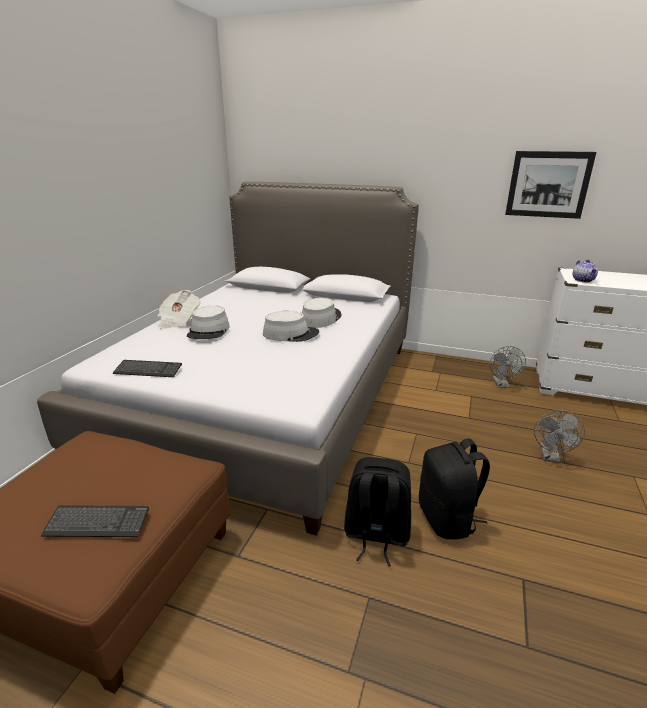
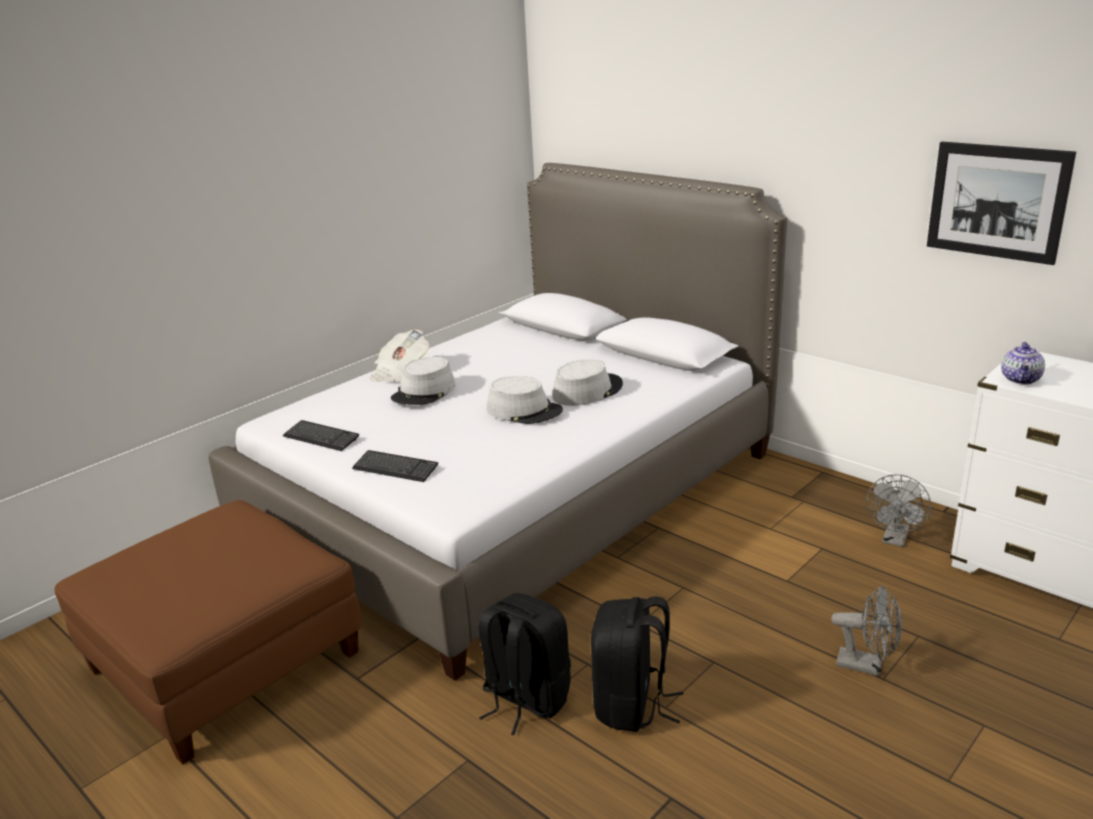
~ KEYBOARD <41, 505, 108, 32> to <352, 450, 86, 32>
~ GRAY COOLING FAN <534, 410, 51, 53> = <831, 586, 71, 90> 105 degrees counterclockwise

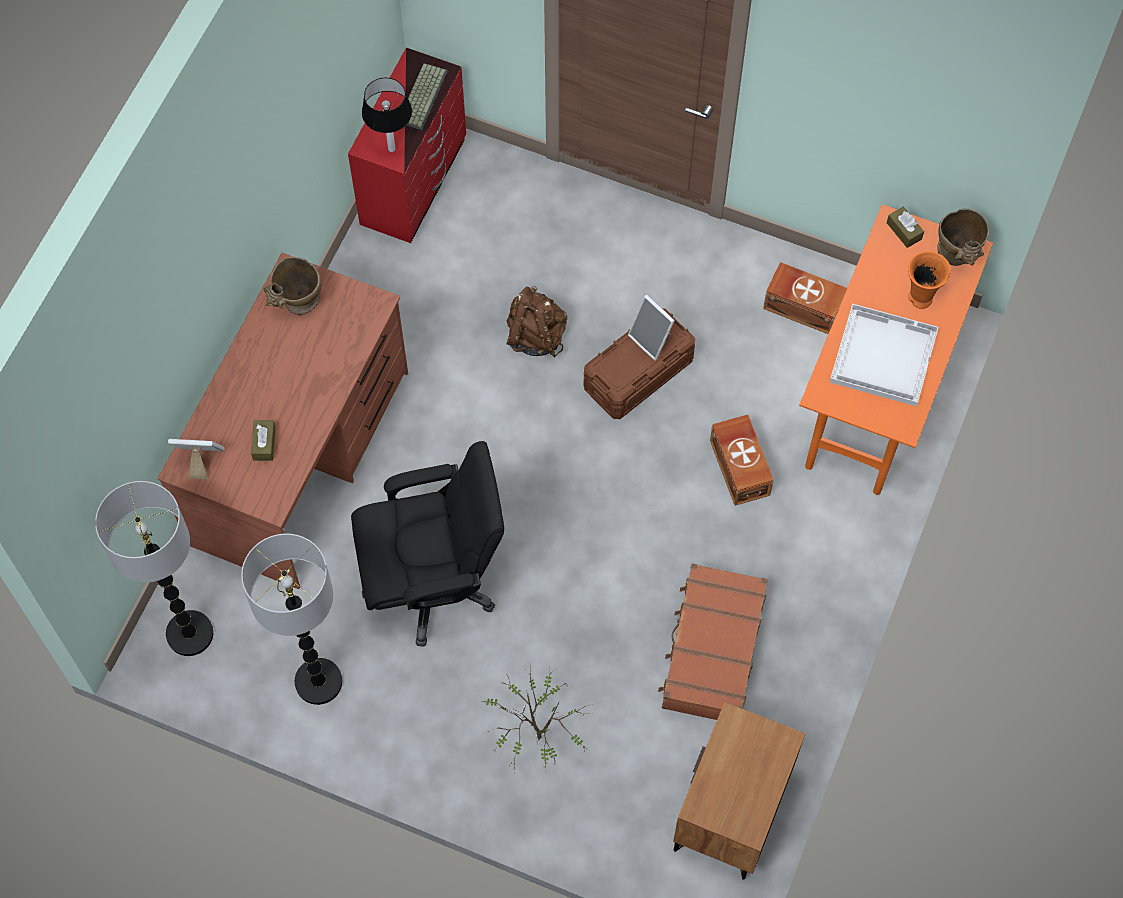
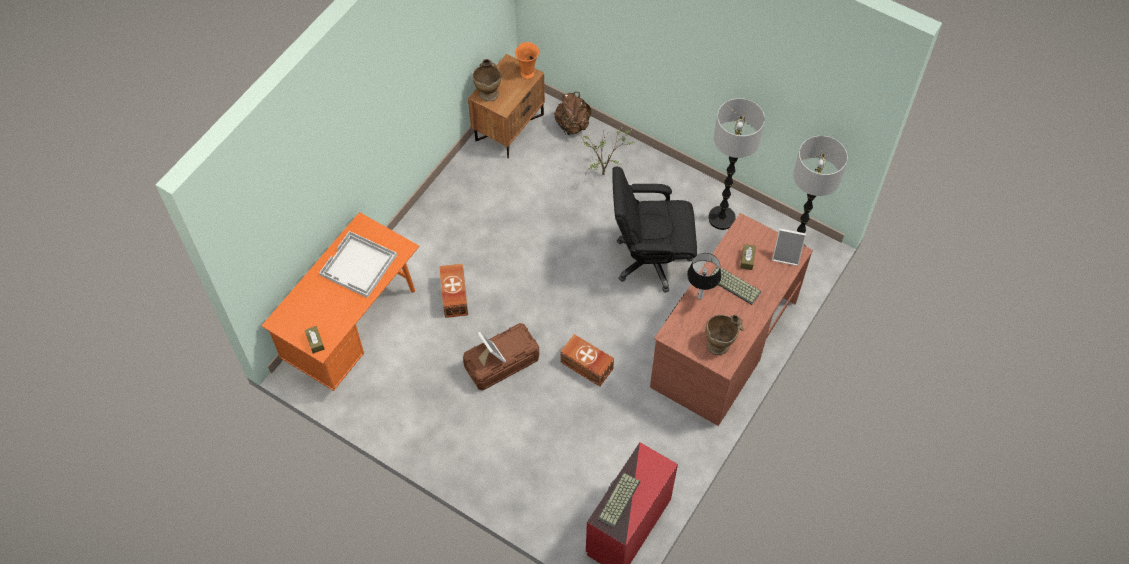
- BROWN SUITCASE <658, 563, 110, 157>
+ KEYBOARD <710, 267, 52, 38>
~ LAMP FOR A TABLE <362, 78, 50, 74> to <687, 253, 34, 47>
~ BROWN RUCKSACK <506, 285, 61, 73> to <554, 92, 37, 44>
~ BROWN STORAGE BIN <763, 262, 84, 72> to <560, 334, 54, 52>
~ ORANGEY FLOWER VASE <908, 251, 43, 58> to <515, 42, 24, 37>
~ BEIGE-COLOURED FLOWER VASE <937, 208, 52, 58> to <472, 59, 29, 42>

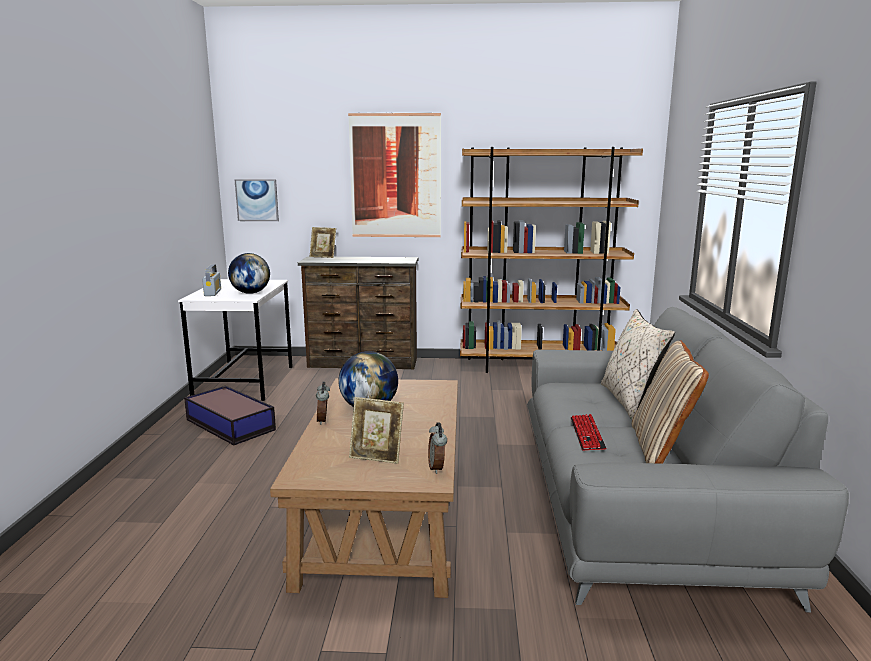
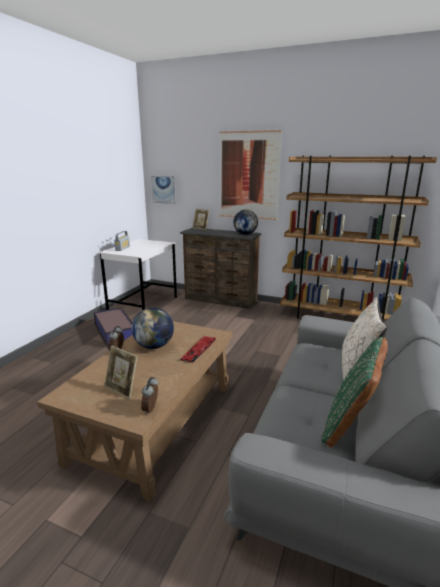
~ GLOBE <228, 253, 42, 41> to <233, 210, 25, 25>
~ KEYBOARD <571, 414, 35, 36> to <180, 336, 36, 27>
~ BEIGE-COLOURED CUSHION <632, 340, 77, 124> to GREENISH CUSHION <321, 337, 67, 111>

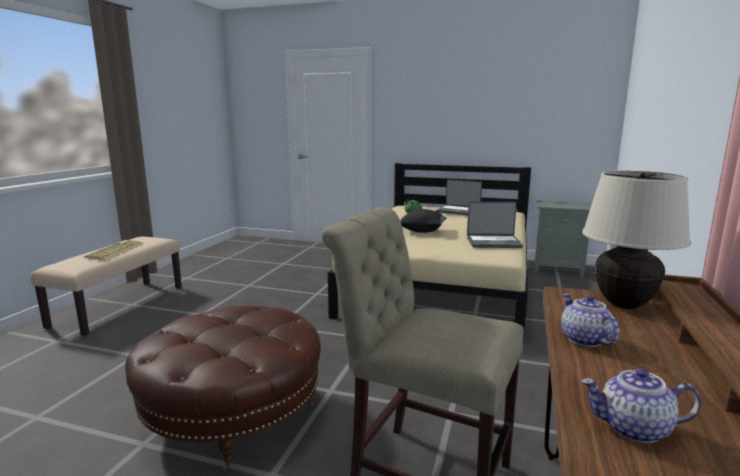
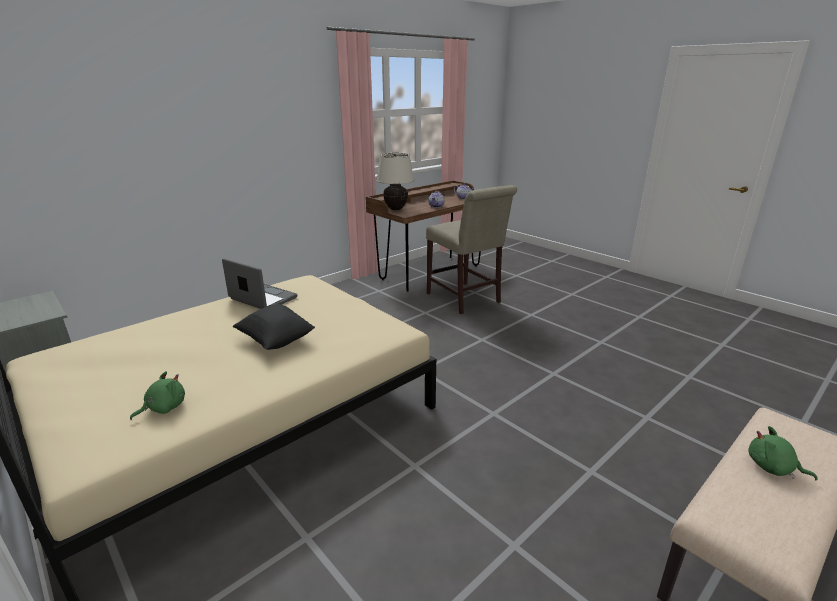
- BROWN POUFFE <125, 306, 196, 165>
- PORTABLE COMPUTER <436, 179, 46, 36>
~ KEYBOARD <84, 240, 59, 20> to GREENISH PLUSH TOY <748, 426, 70, 54>

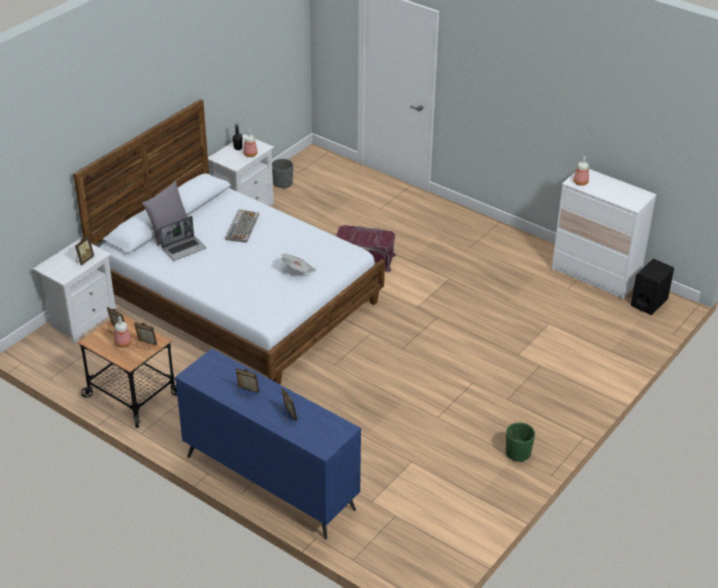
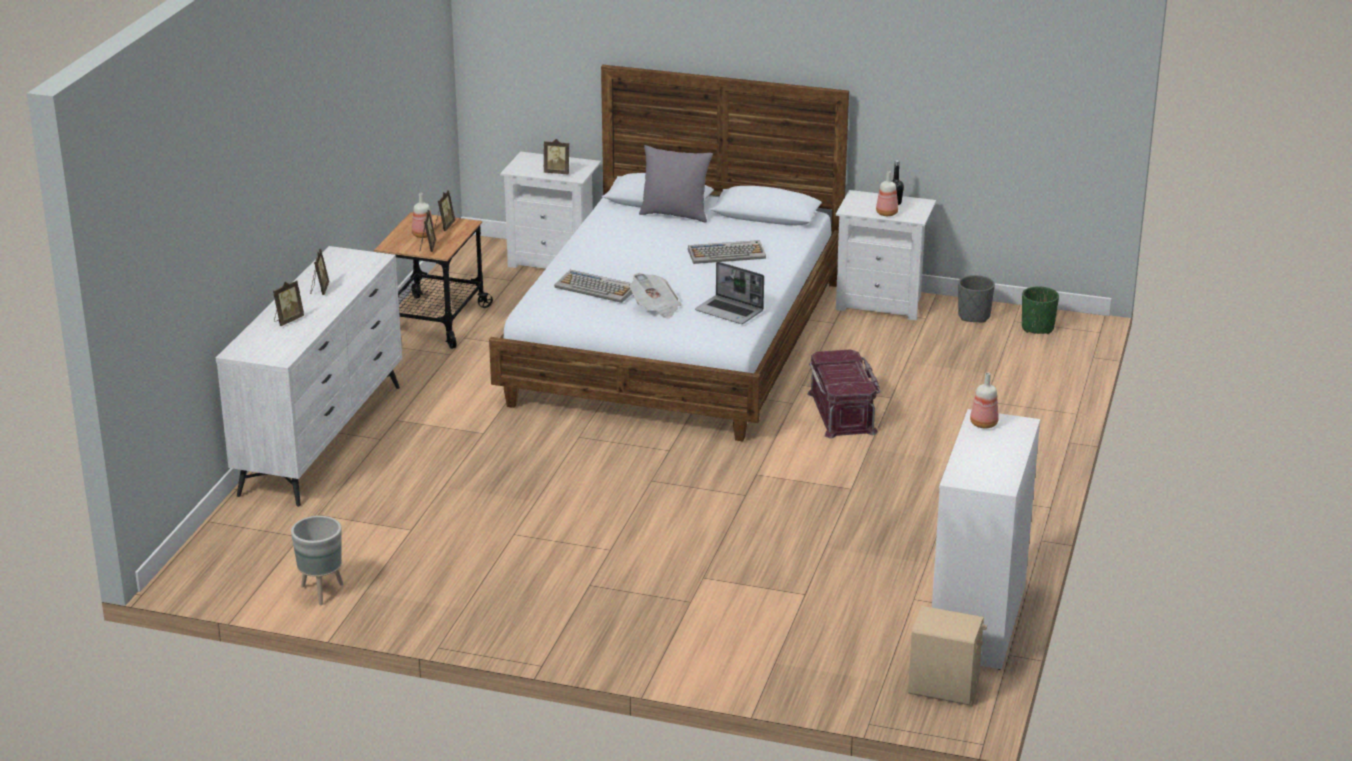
+ GRAY PLANT POT <291, 516, 52, 89>
+ KEYBOARD <554, 270, 78, 33>
~ PORTABLE COMPUTER <160, 216, 46, 44> to <695, 261, 69, 63>
~ GREENISH PLANT POT <506, 422, 29, 40> to <1022, 286, 37, 48>
~ BLUE CHEST OF DRAWERS <175, 349, 186, 191> to WHITE CHEST OF DRAWERS <216, 246, 186, 261>
~ BLACKISH LOUDSPEAKER <631, 259, 43, 56> to BEIGE-COLOURED LOUDSPEAKER <908, 606, 79, 99>

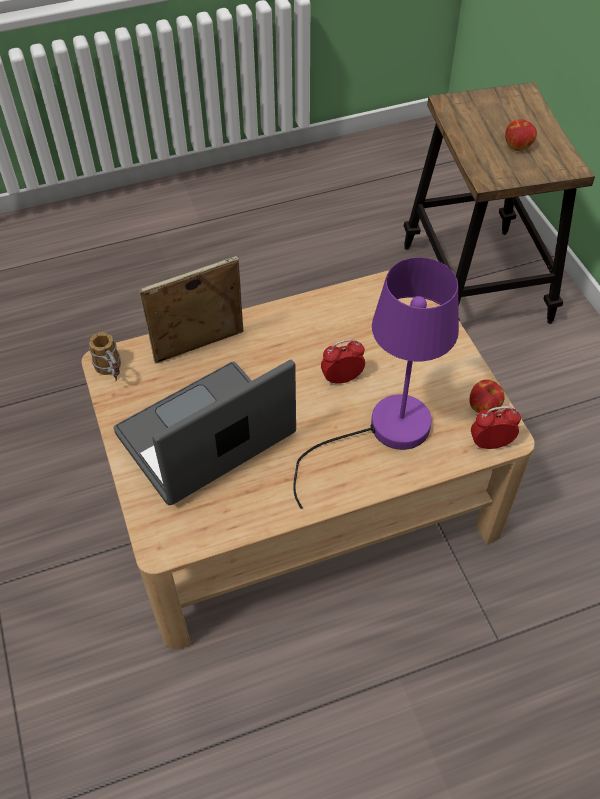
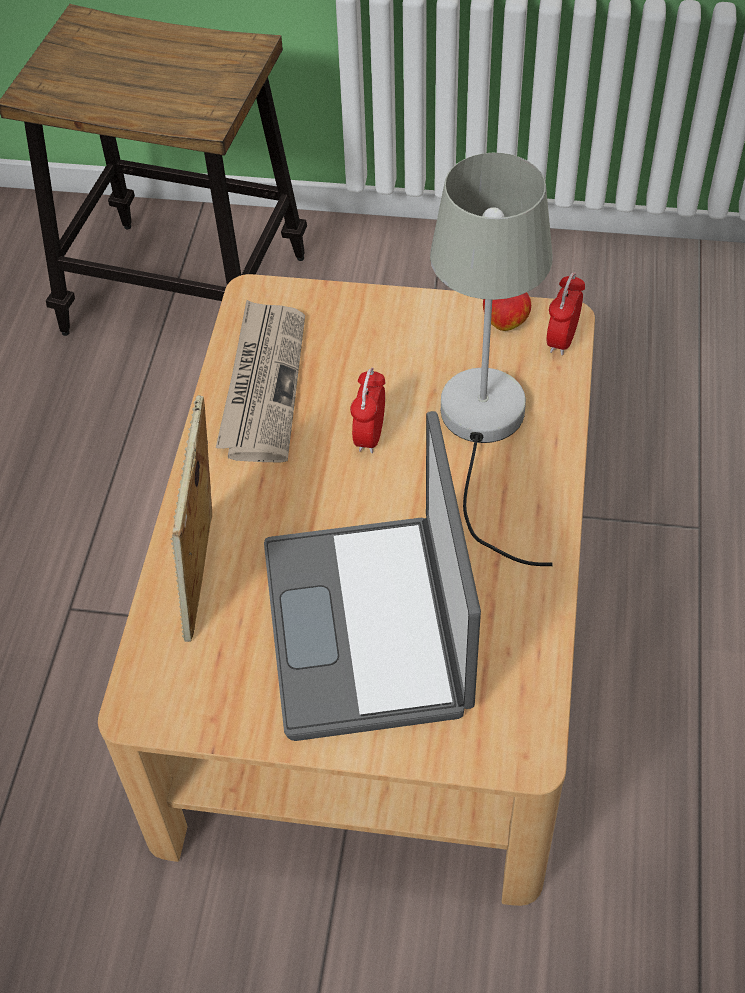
- TEA MUG <89, 332, 32, 49>
- WHOLE APPLE <505, 119, 32, 32>
+ NEWSPAPER <216, 300, 89, 162>
~ PURPLE LAMP FOR A TABLE <293, 257, 166, 252> to GRAY LAMP FOR A TABLE <430, 153, 123, 413>

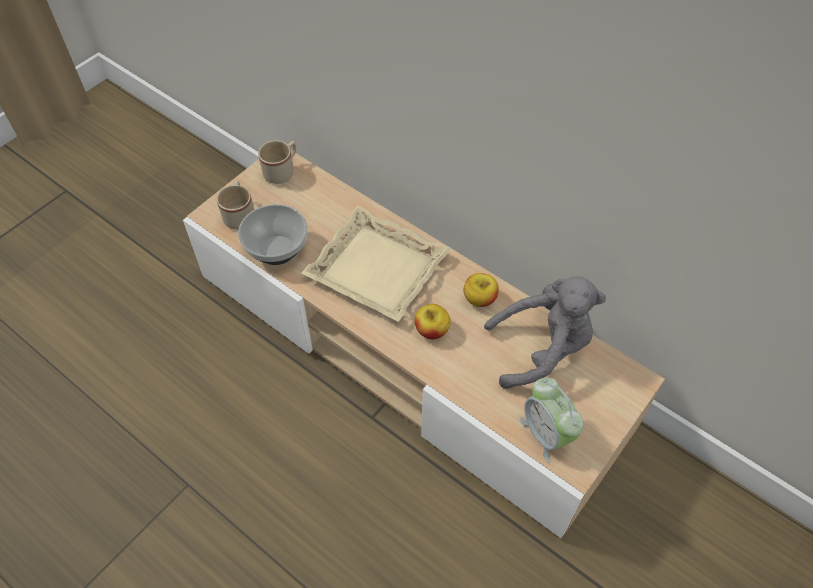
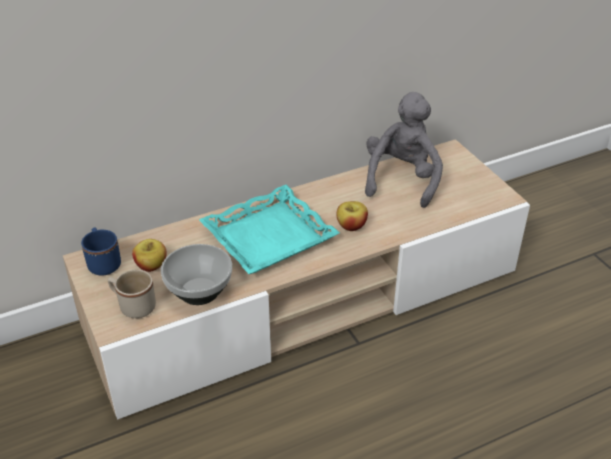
- TABLE CLOCK <520, 378, 64, 85>
~ WHOLE APPLE <464, 273, 35, 34> to <132, 239, 35, 33>
~ BEIGE-COLOURED TEA MUG <258, 140, 38, 44> to BLUE TEA MUG <81, 228, 40, 48>
~ BEIGE-COLOURED TRAY <302, 206, 149, 116> to TURQUOISE-COLOURED TRAY <199, 184, 141, 90>

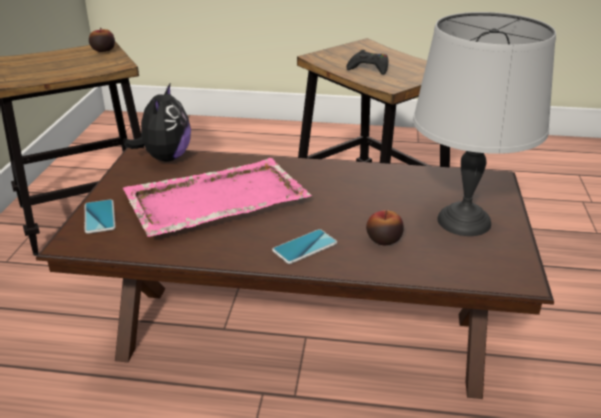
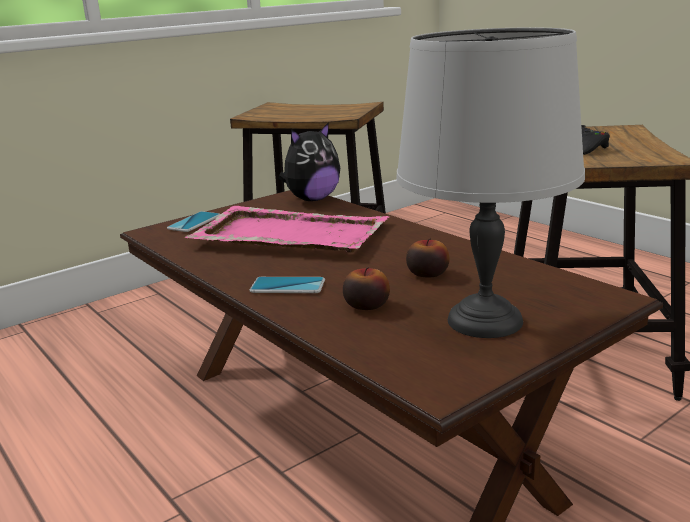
~ WHOLE APPLE <89, 28, 26, 24> to <406, 238, 44, 40>

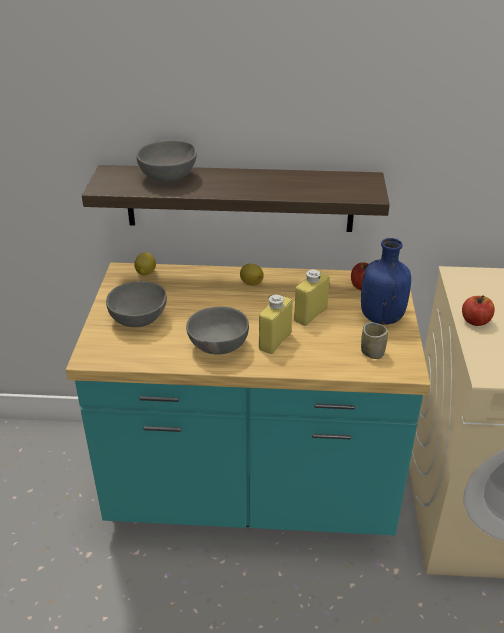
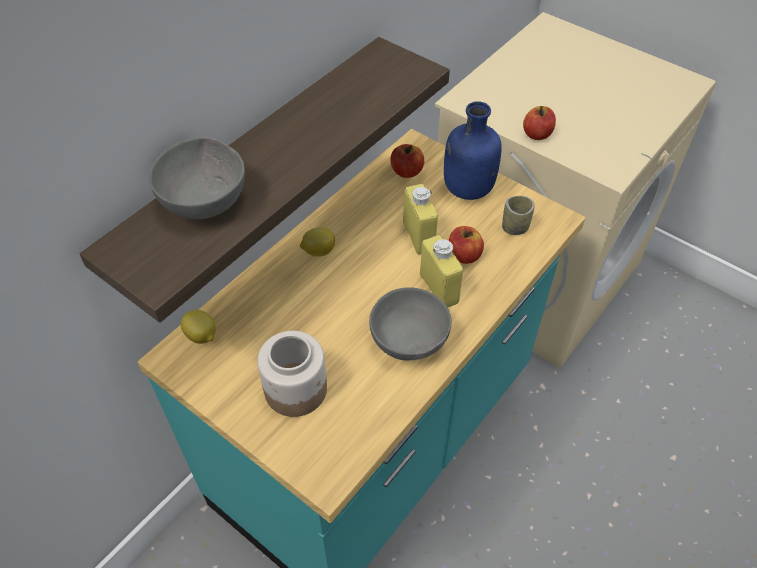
+ WHOLE APPLE <449, 226, 35, 38>
~ GRAY DEEP DISH <106, 281, 61, 46> to PRESERVE JAR <257, 331, 70, 86>

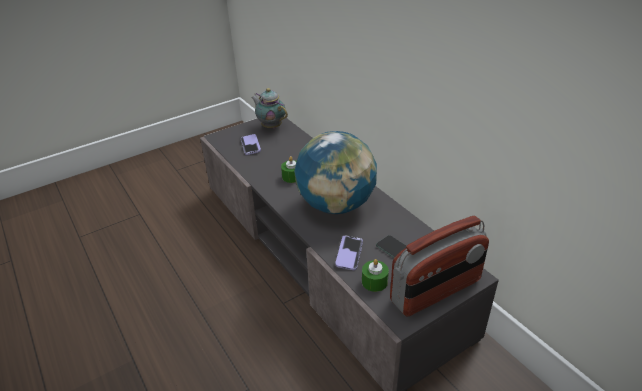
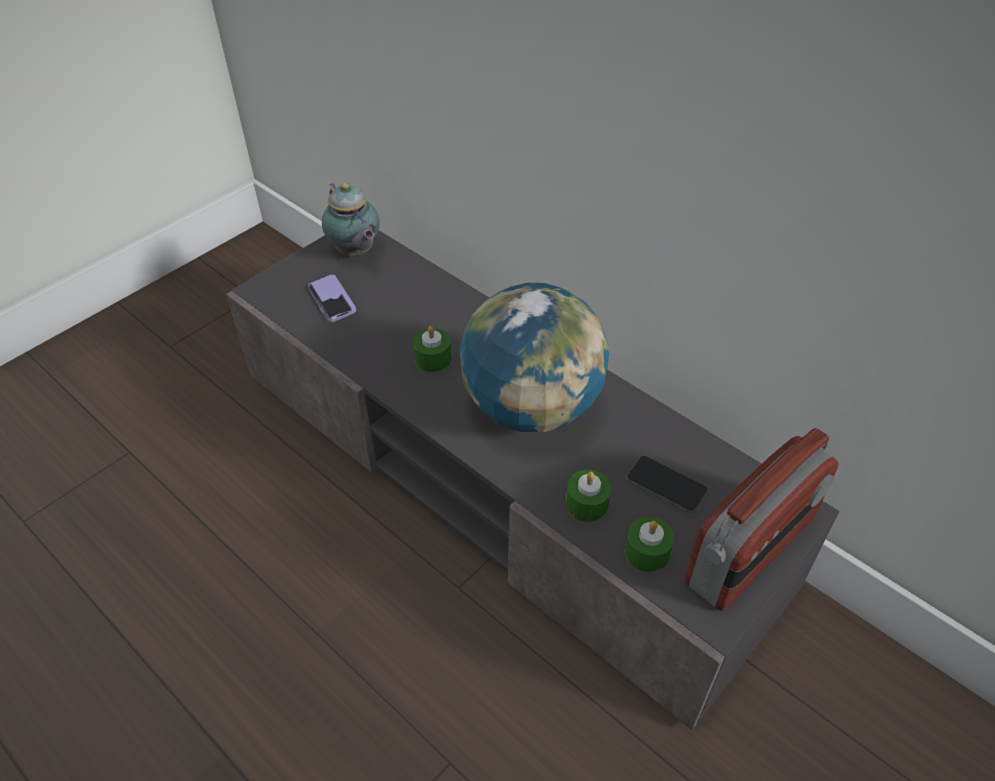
~ TELEPHONE <335, 235, 28, 35> to GREENISH WAX LIGHT <566, 470, 45, 52>
~ TEA POT <251, 88, 37, 41> = <322, 183, 58, 73> 150 degrees counterclockwise

